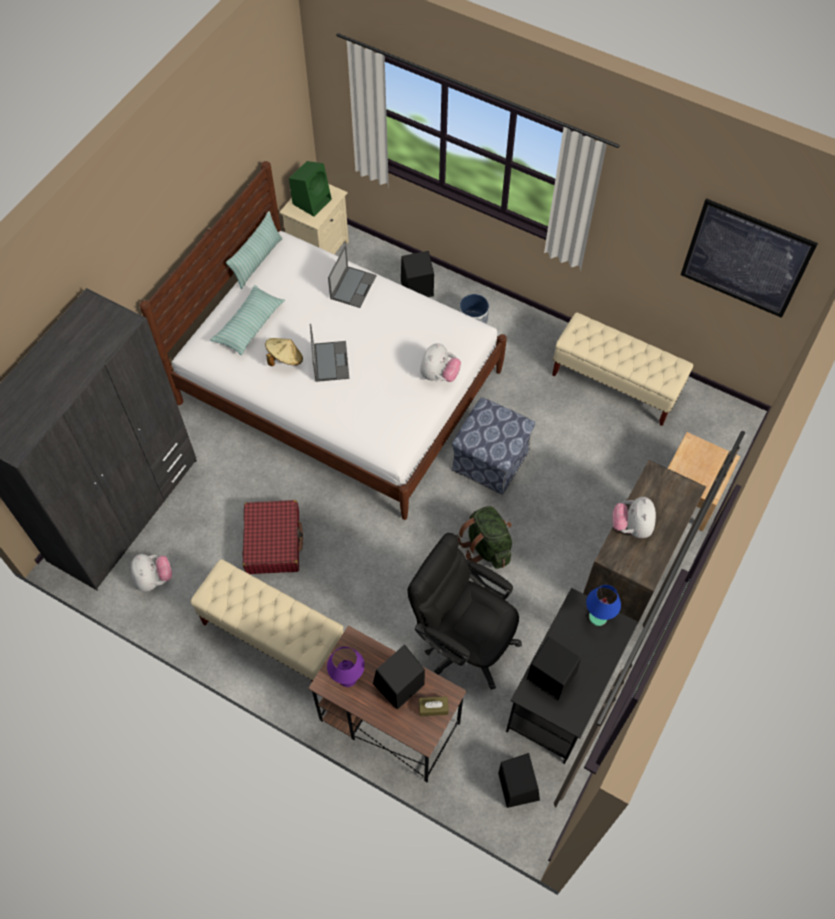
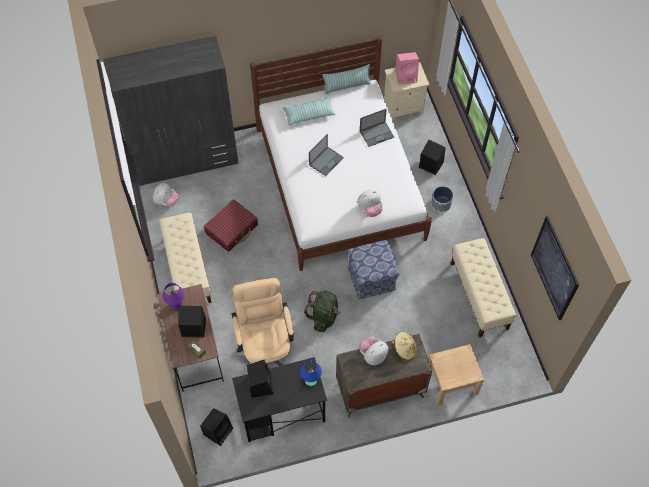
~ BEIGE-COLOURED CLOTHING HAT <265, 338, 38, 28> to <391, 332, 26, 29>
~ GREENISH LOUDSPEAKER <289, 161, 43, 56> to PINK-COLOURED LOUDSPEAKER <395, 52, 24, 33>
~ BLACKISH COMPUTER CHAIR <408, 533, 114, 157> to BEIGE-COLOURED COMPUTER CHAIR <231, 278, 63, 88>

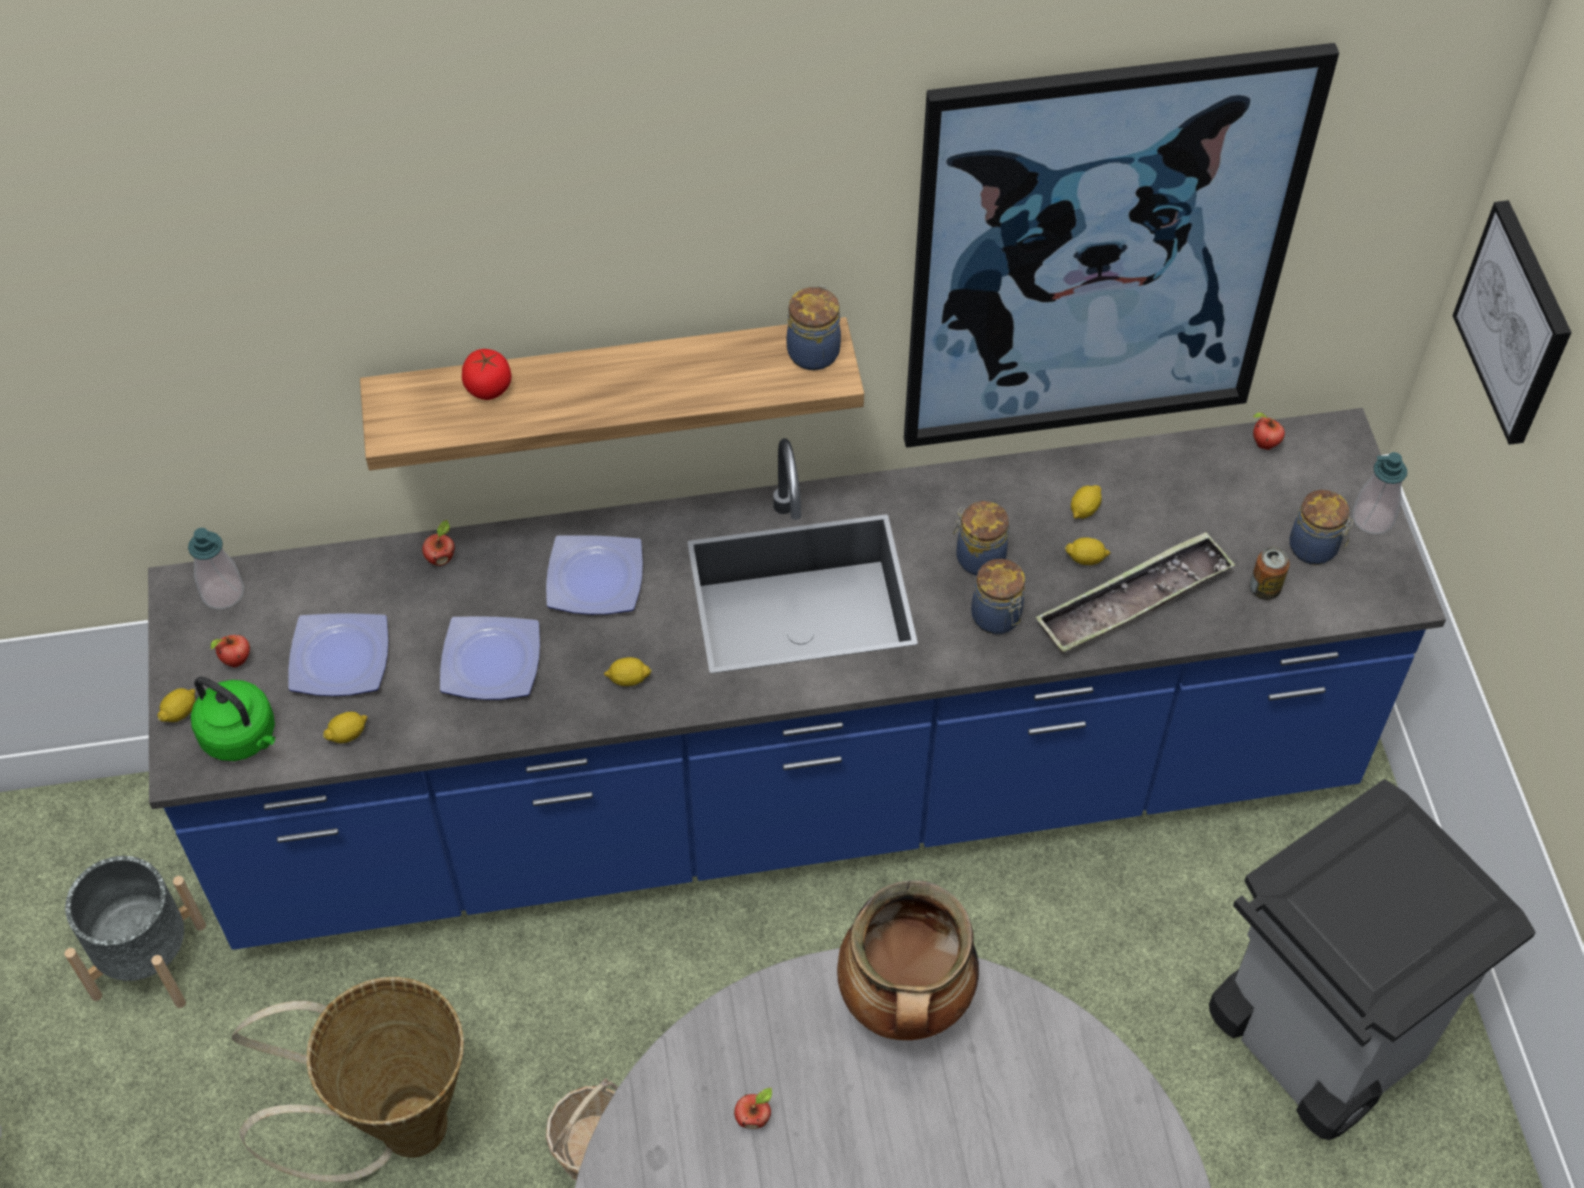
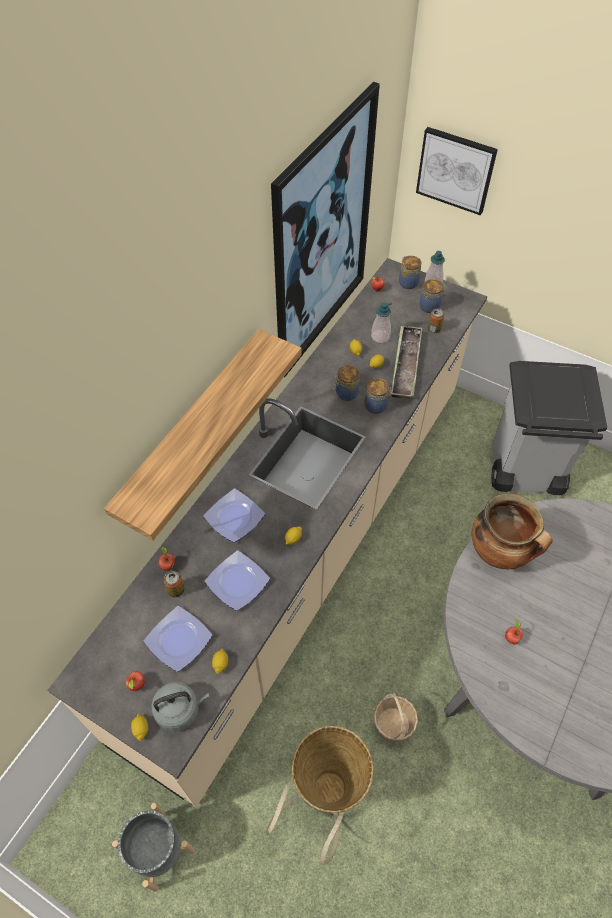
- TOMATO <462, 349, 50, 51>
+ SEALED CAN <164, 571, 21, 26>
~ LIQUID SOAP BOTTLE <188, 528, 56, 81> to <371, 302, 21, 41>
~ PRESERVE JAR <787, 285, 54, 85> to <399, 256, 23, 33>
~ BLUE KITCHEN BASE UNIT <148, 408, 1298, 542> to BEIGE-COLOURED KITCHEN BASE UNIT <47, 258, 440, 549>
~ GREENISH KETTLE <191, 676, 84, 85> to GRAY KETTLE <151, 682, 59, 50>

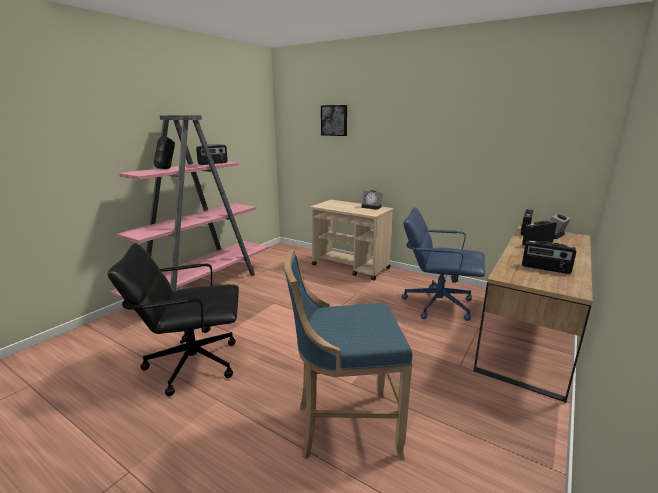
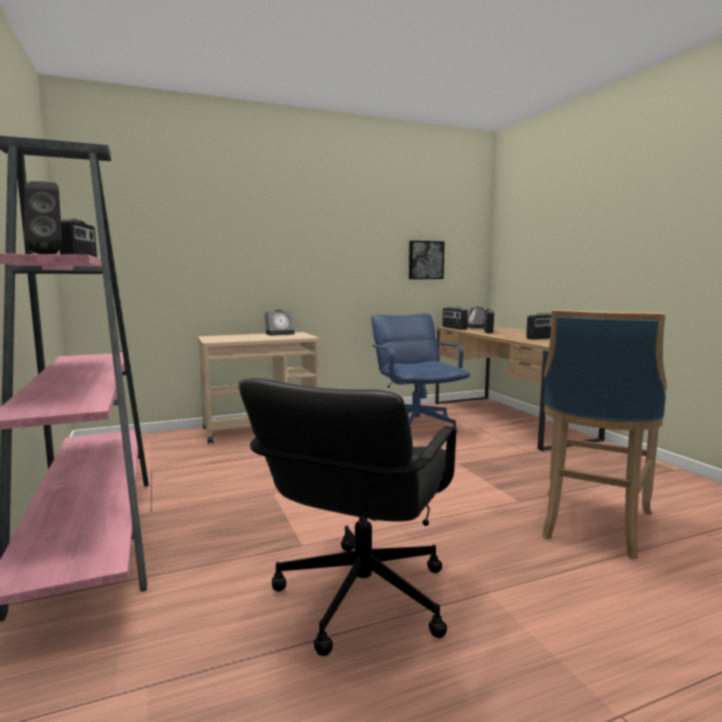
~ WALL PICTURE <321, 105, 26, 31> to <409, 241, 35, 38>
~ BLUE COMPUTER CHAIR <402, 207, 83, 114> = <371, 313, 99, 120> 105 degrees clockwise

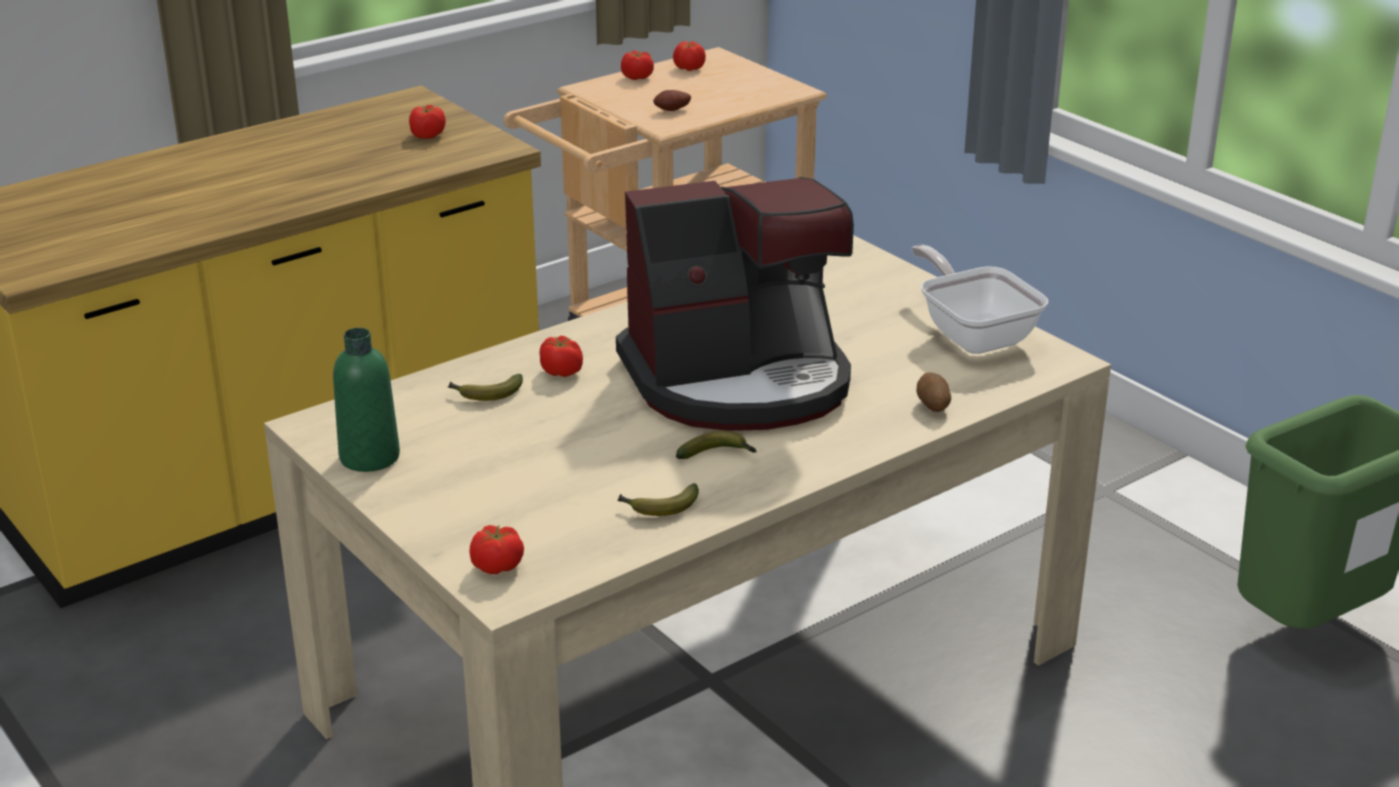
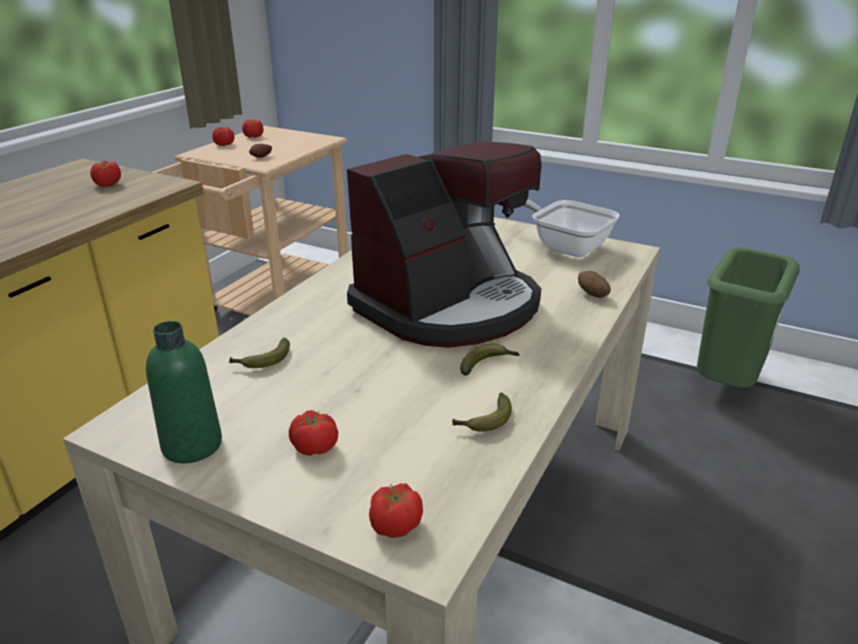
~ TOMATO <539, 336, 44, 41> to <289, 410, 49, 46>

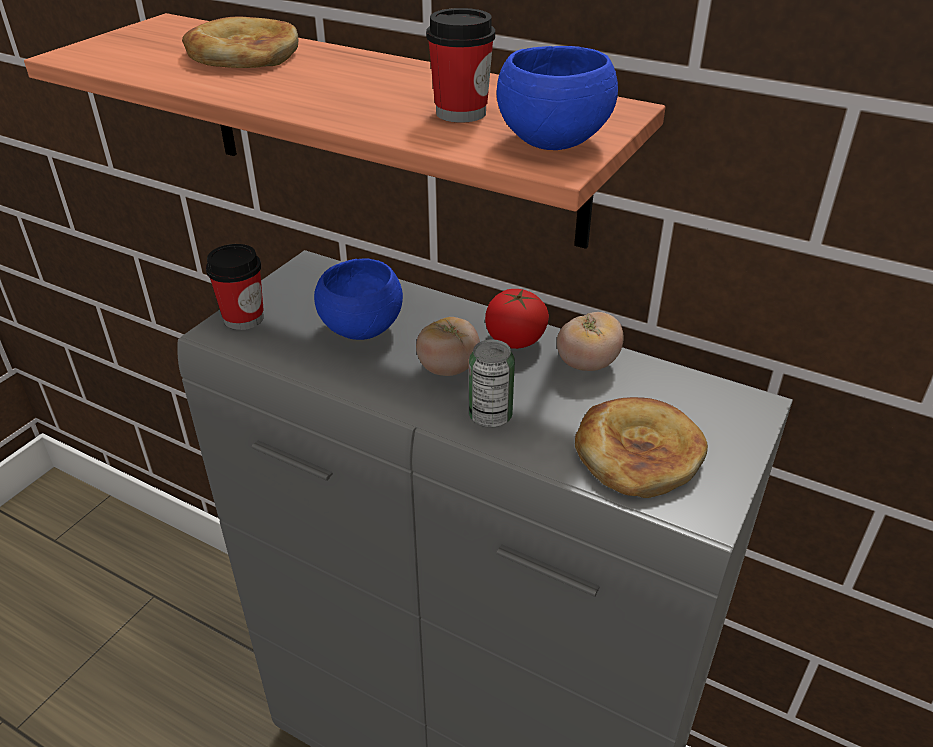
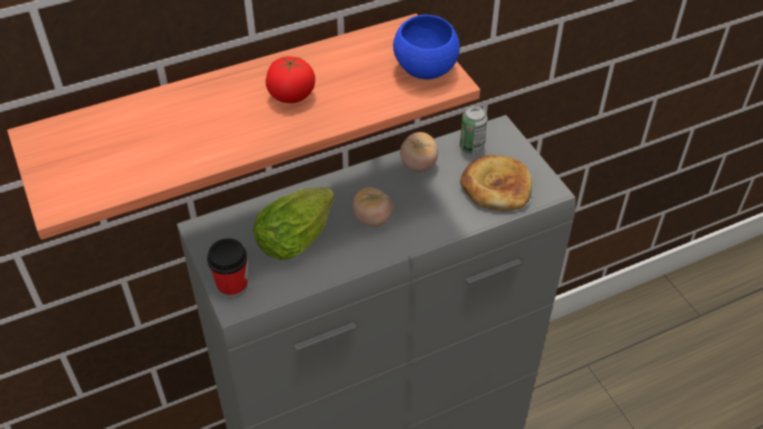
- BAKERY BREAD <182, 17, 116, 51>
- SMALL CUP <426, 8, 69, 115>
~ SEALED CAN <469, 339, 46, 88> to <460, 106, 28, 48>
~ TOMATO <485, 289, 64, 60> to <266, 56, 49, 47>
~ BLUE DEEP DISH <314, 258, 89, 82> to LETTUCE <253, 187, 82, 73>

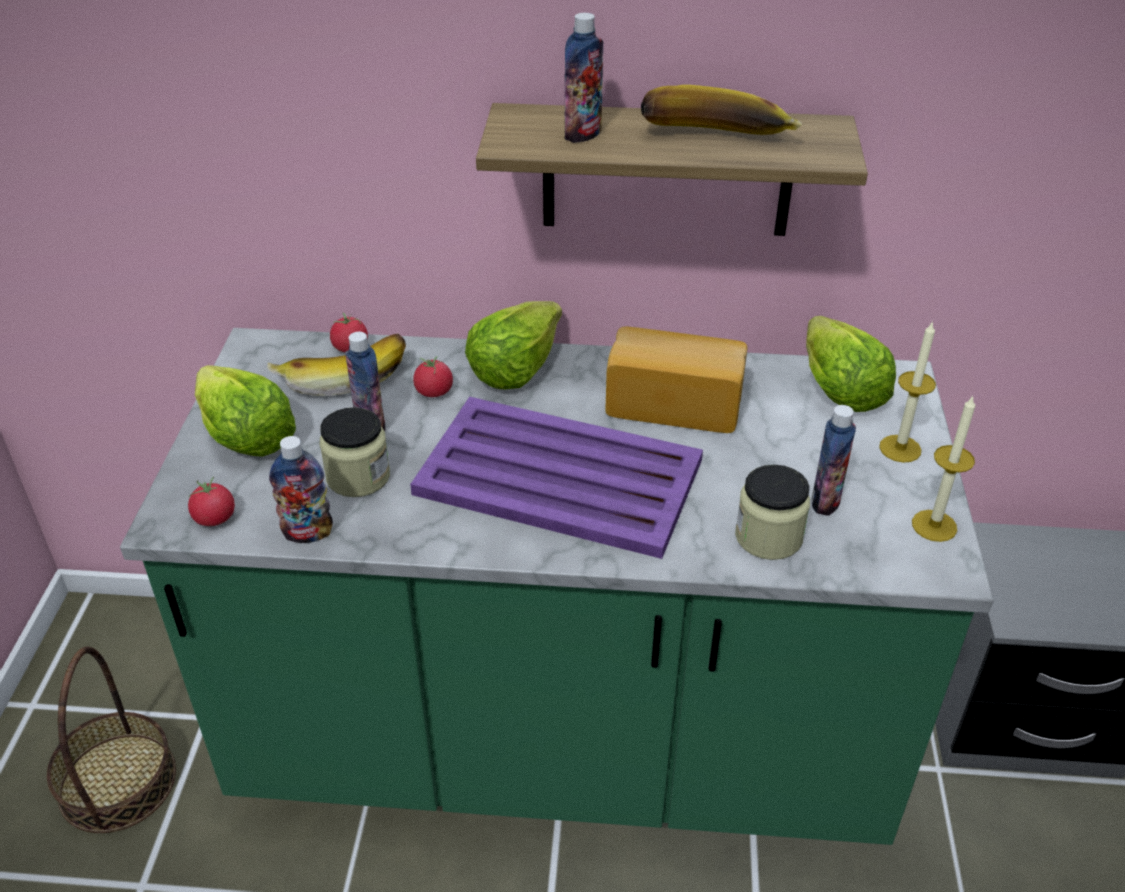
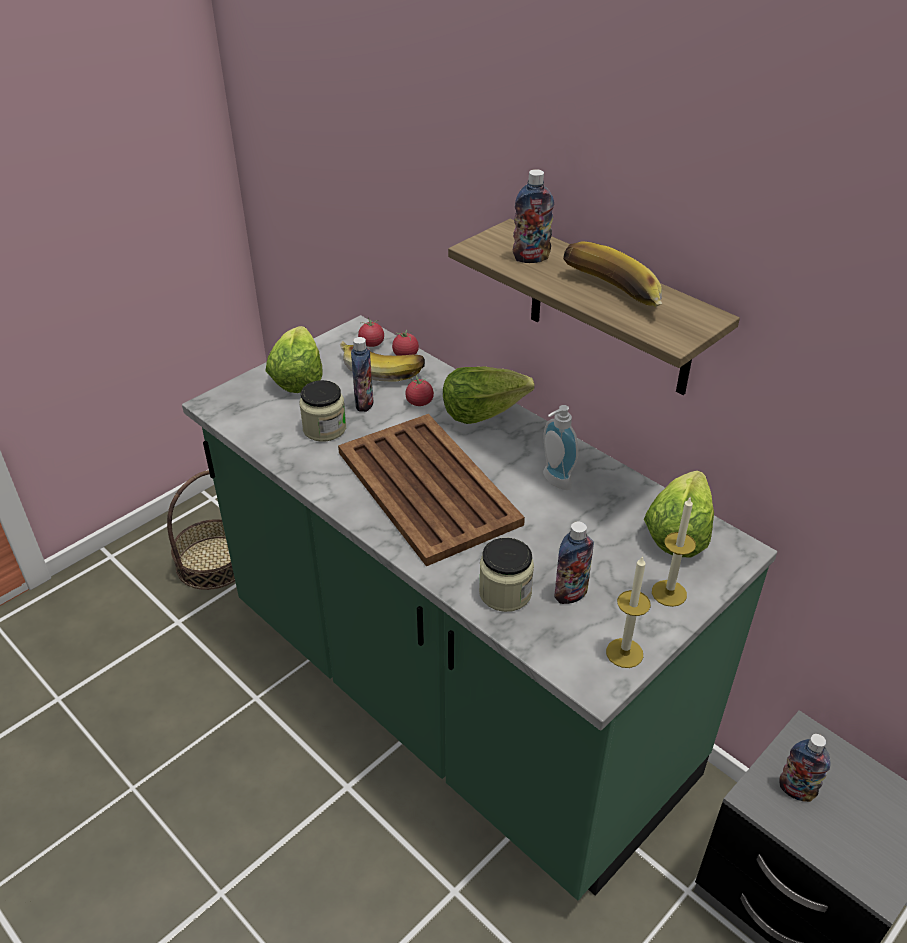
~ TOMATO <188, 477, 47, 49> to <358, 317, 26, 30>
~ BEVERAGE BOTTLE <269, 436, 64, 107> to <779, 734, 52, 68>
~ BAKERY BREAD <605, 326, 142, 107> to LIQUID SOAP BOTTLE <543, 405, 35, 85>
~ PURPLE TRAY <410, 397, 293, 162> to BROWN TRAY <338, 414, 187, 152>

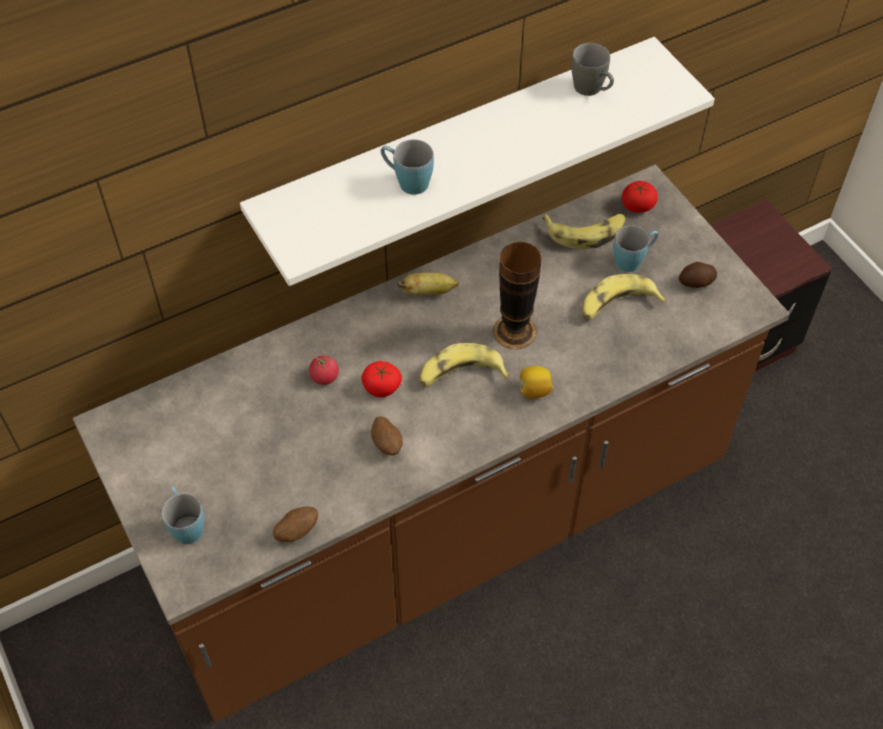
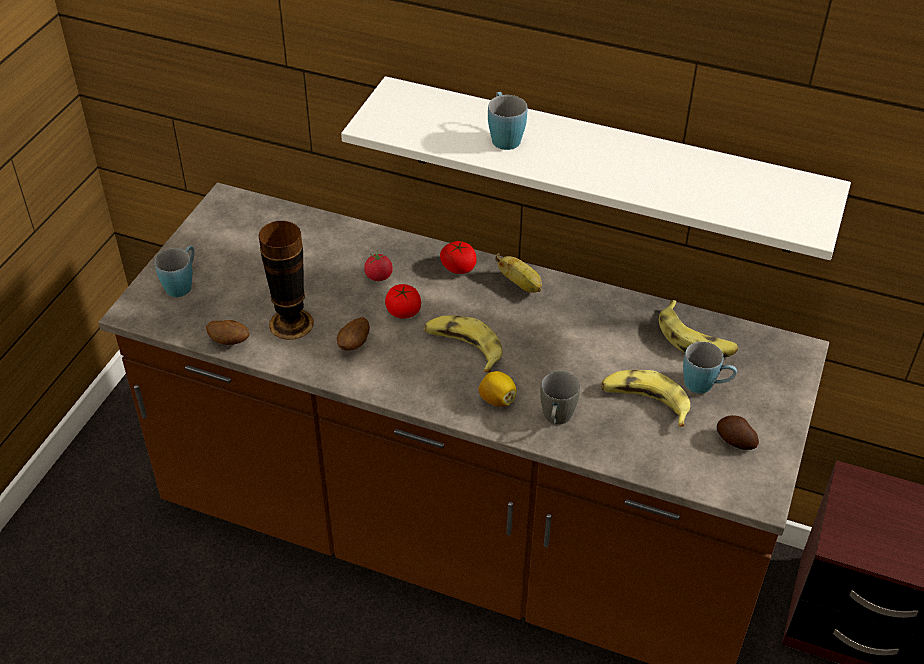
~ FLOWER VASE <493, 242, 48, 107> to <259, 221, 55, 119>
~ GRAY TEA MUG <572, 43, 42, 53> to <540, 371, 40, 53>
~ TOMATO <622, 181, 36, 32> to <440, 241, 37, 33>

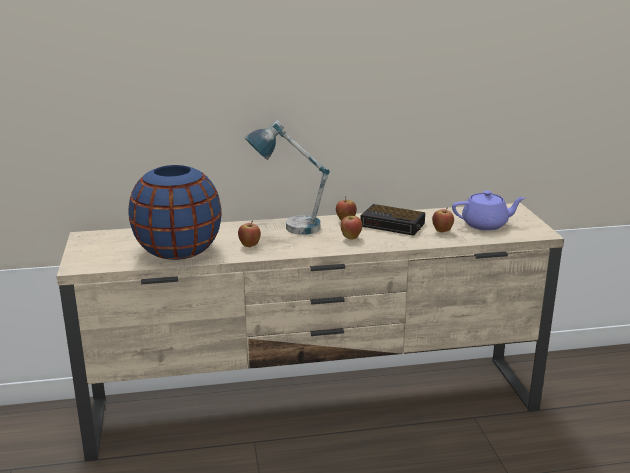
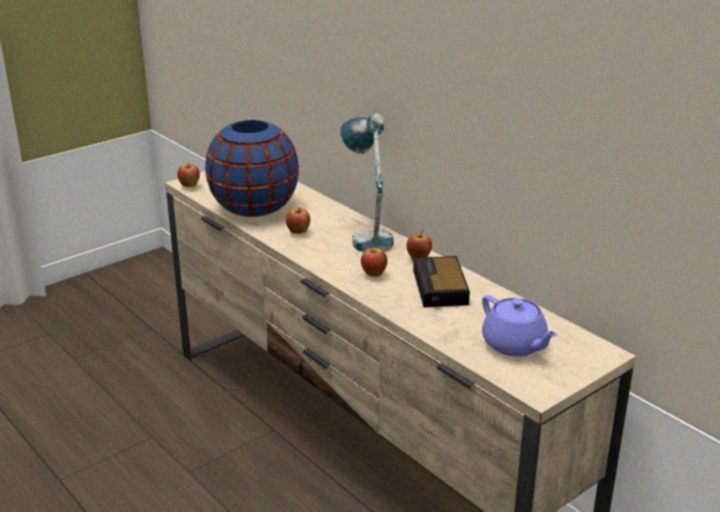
~ WHOLE APPLE <432, 207, 22, 26> to <177, 163, 23, 24>

